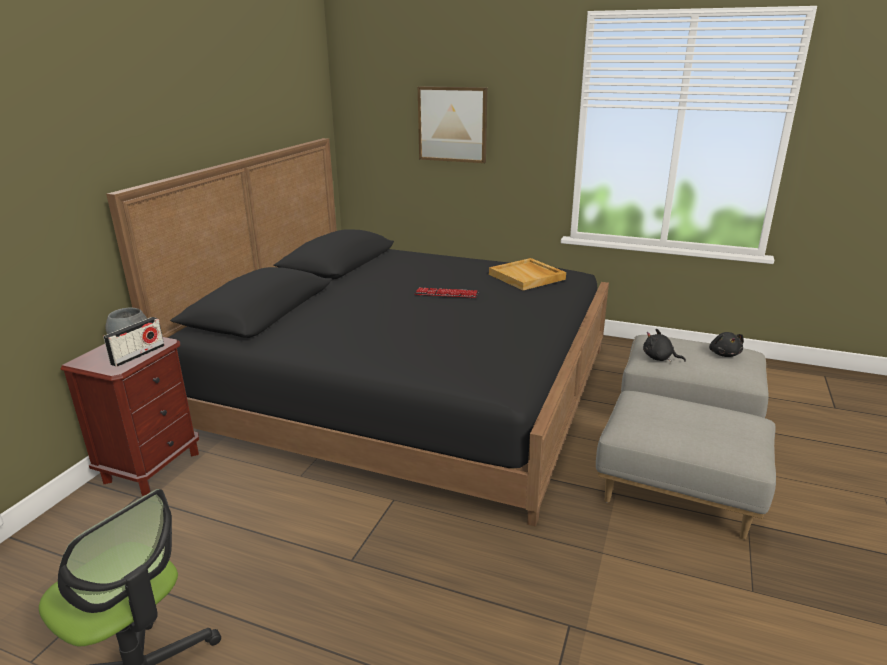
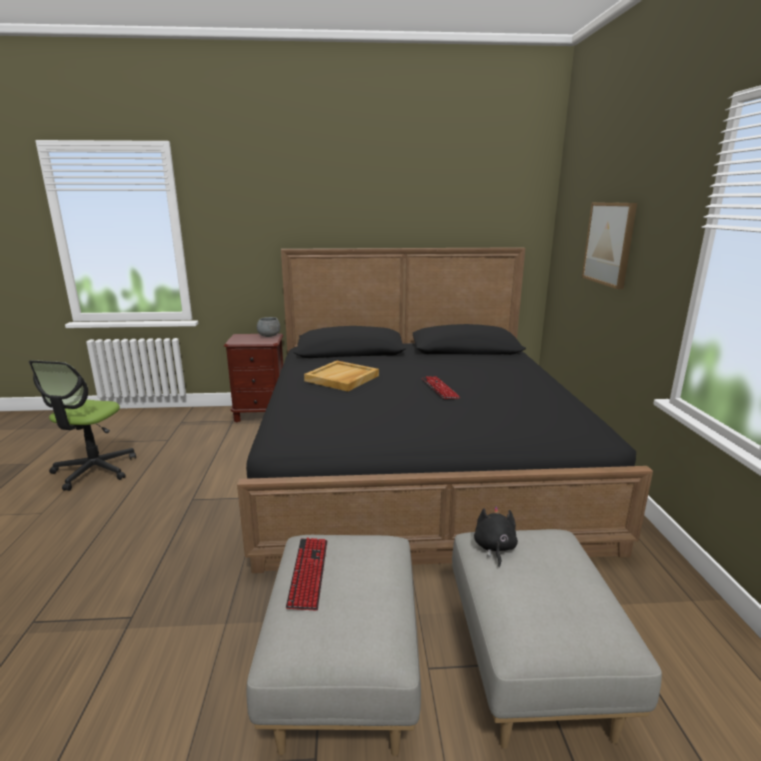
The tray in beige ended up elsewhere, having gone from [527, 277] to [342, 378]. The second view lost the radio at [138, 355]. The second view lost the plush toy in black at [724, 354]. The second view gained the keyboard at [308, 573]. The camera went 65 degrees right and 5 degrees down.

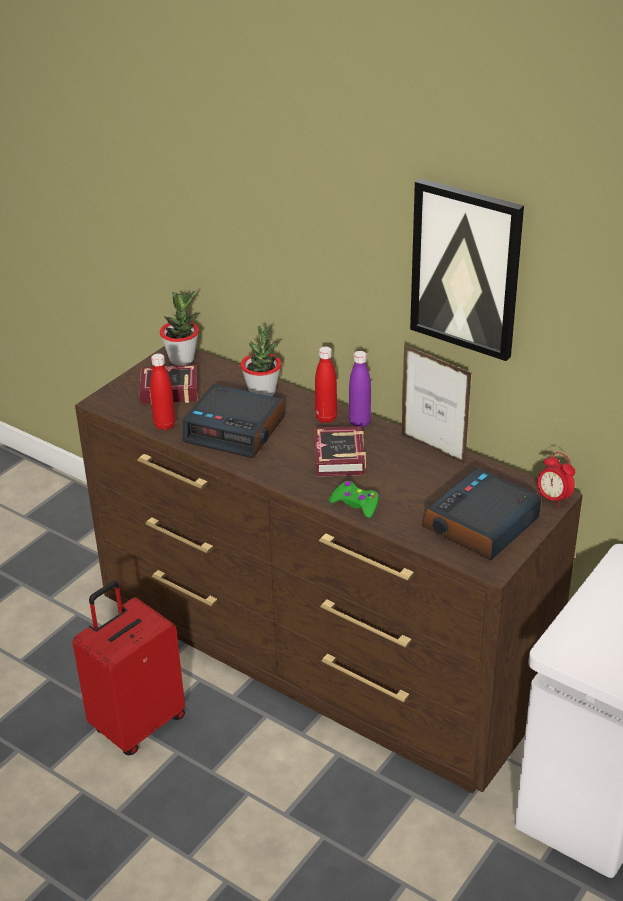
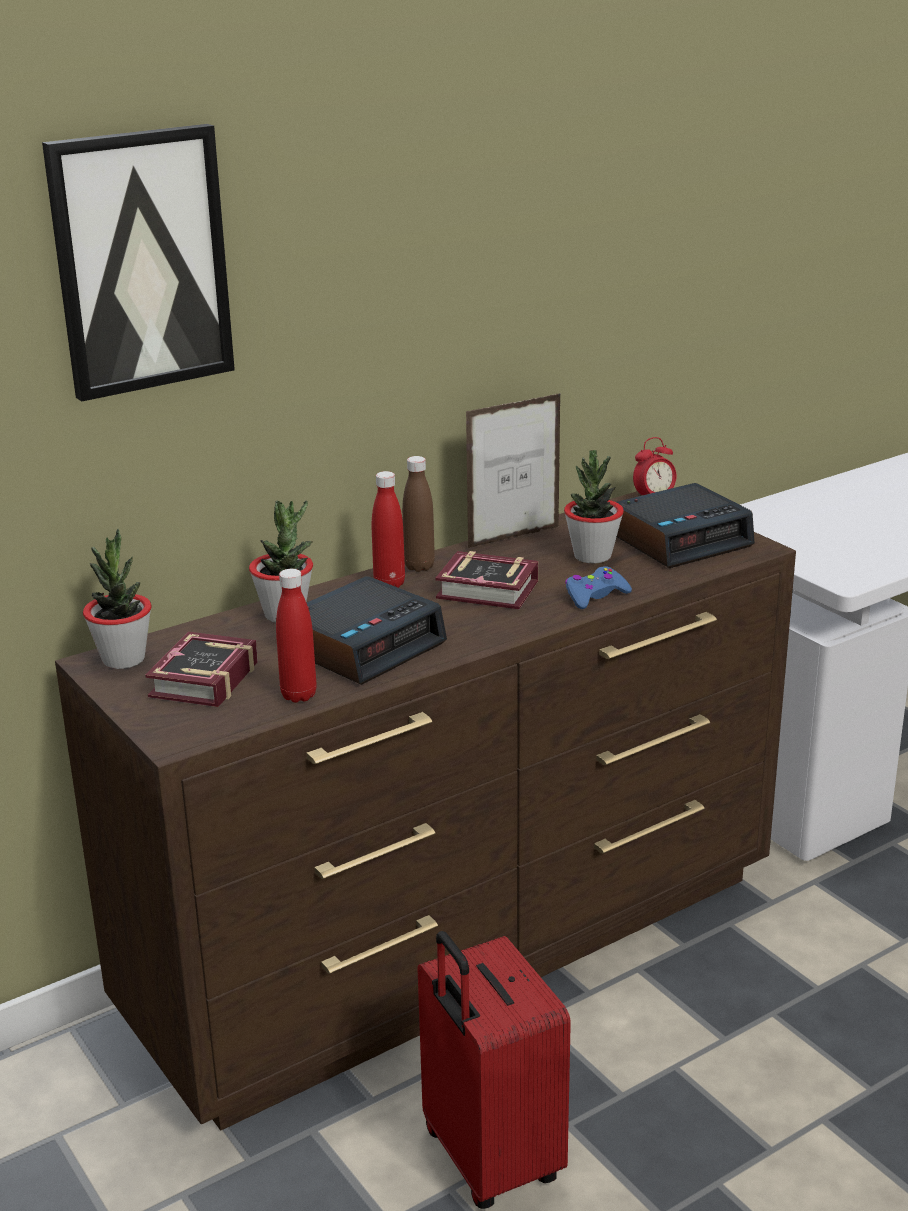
The picture ended up elsewhere, having gone from [466, 269] to [140, 261]. What was the bottle in purple at [359, 422] turned into the bottle in brown at [419, 566]. The alarm clock at [481, 525] ended up facing another way, 90 degrees counterclockwise from before. What was the game controller in green at [355, 504] turned into the game controller in blue at [595, 596]. The second view gained the potted plant at [592, 556]. The camera went 70 degrees left and 10 degrees down.

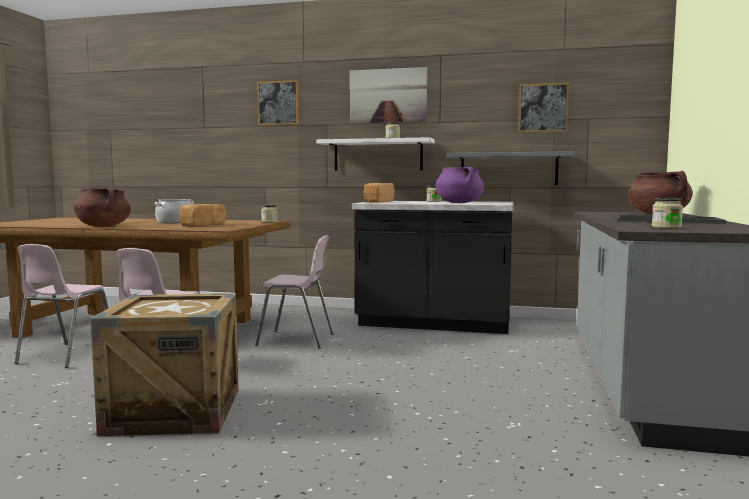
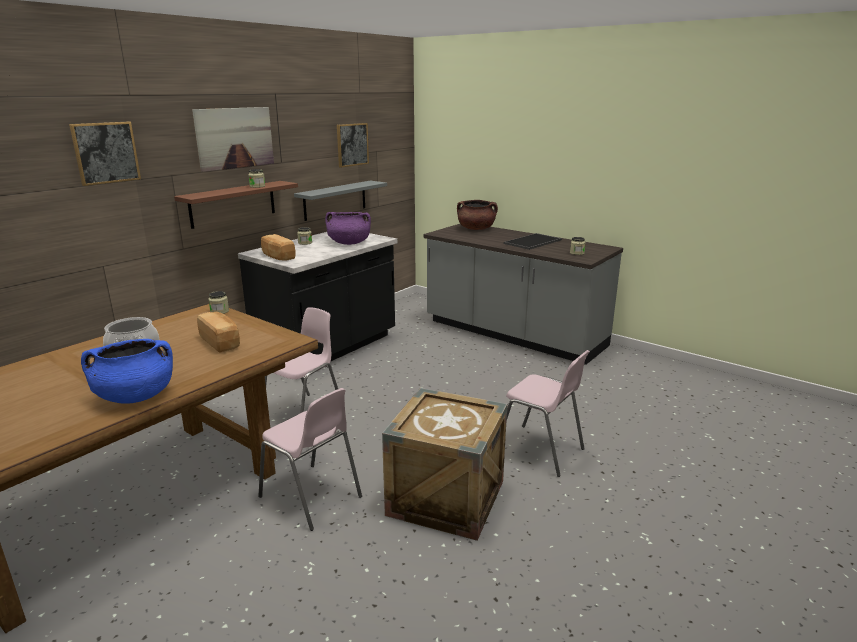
What was the shelf in white at [378, 155] turned into the shelf in brown at [233, 204]. What was the cooking pot in brown at [103, 226] turned into the cooking pot in blue at [135, 396]. The chair in pink ended up elsewhere, having gone from [66, 355] to [540, 451]. The camera went 65 degrees left and 15 degrees up.

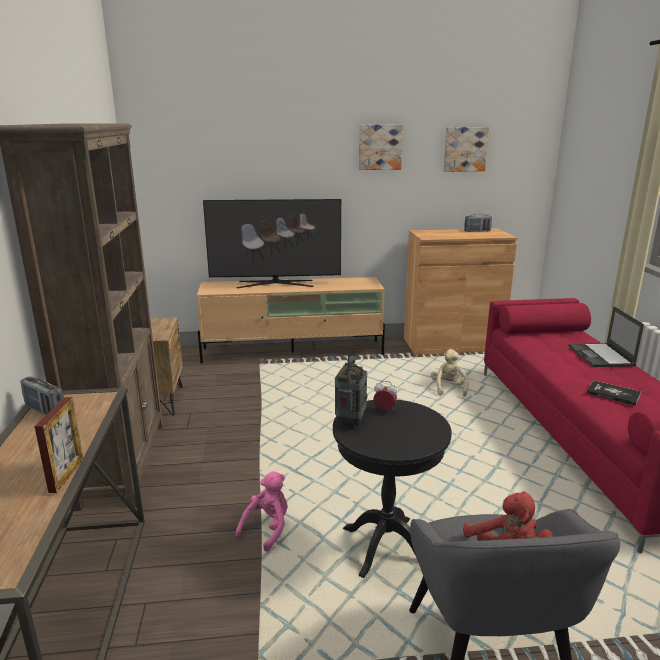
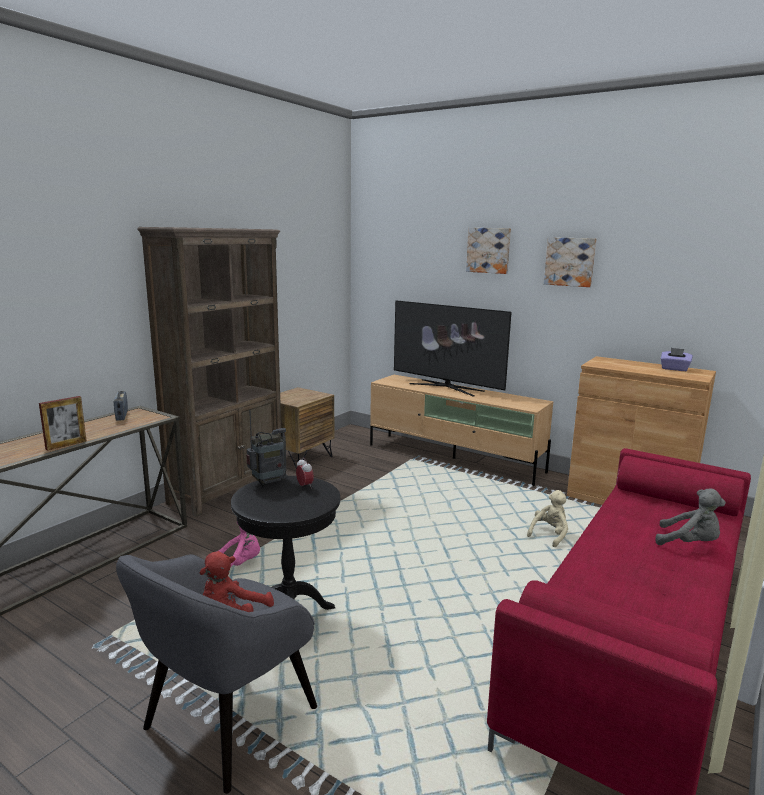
The picture ended up elsewhere, having gone from [465, 149] to [489, 250]. Where the radio stood at [477, 231], the tissue box in purple came to stand at [674, 369]. Where the laptop stood at [601, 356], the plush toy in grey came to stand at [689, 543]. The second view lost the book at [613, 394]. The camera went 40 degrees right and 5 degrees down.

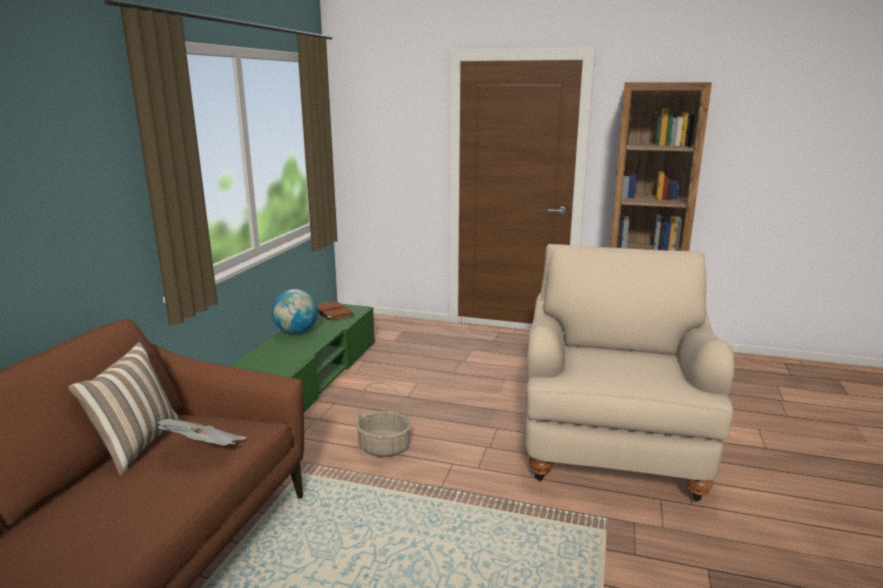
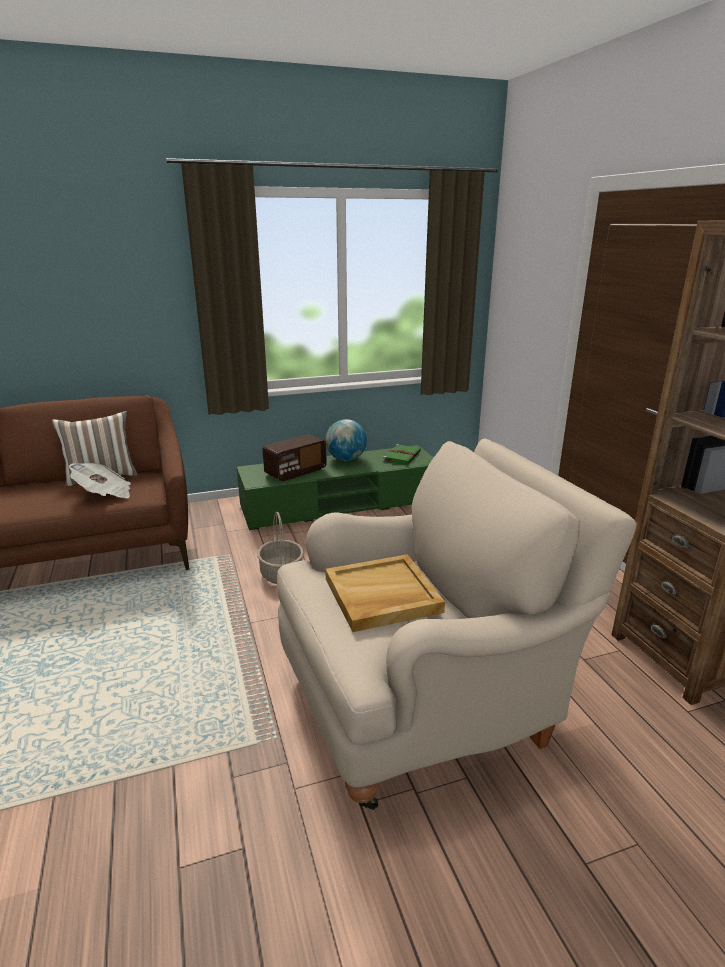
What was the book in brown at [333, 313] turned into the book in green at [402, 456]. The second view gained the radio at [295, 472]. The second view gained the tray in beige at [381, 596]. The camera went 55 degrees right and 5 degrees up.

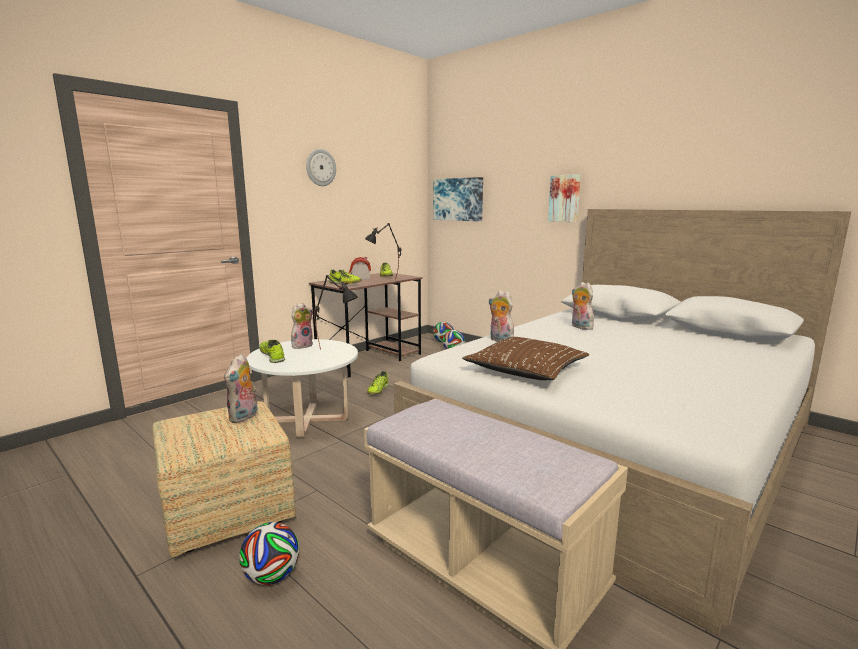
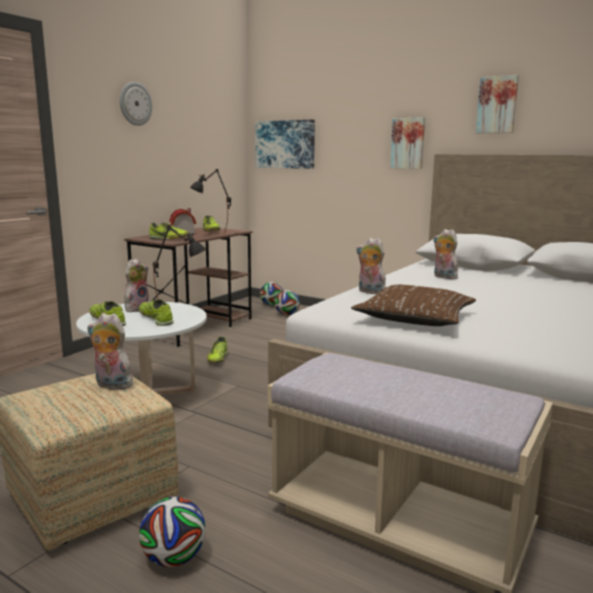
The plush toy at [244, 417] ended up facing another way, 105 degrees clockwise from before. The second view gained the picture at [497, 105]. The second view gained the shoe at [156, 319]. The camera went 10 degrees left and 0 degrees up.

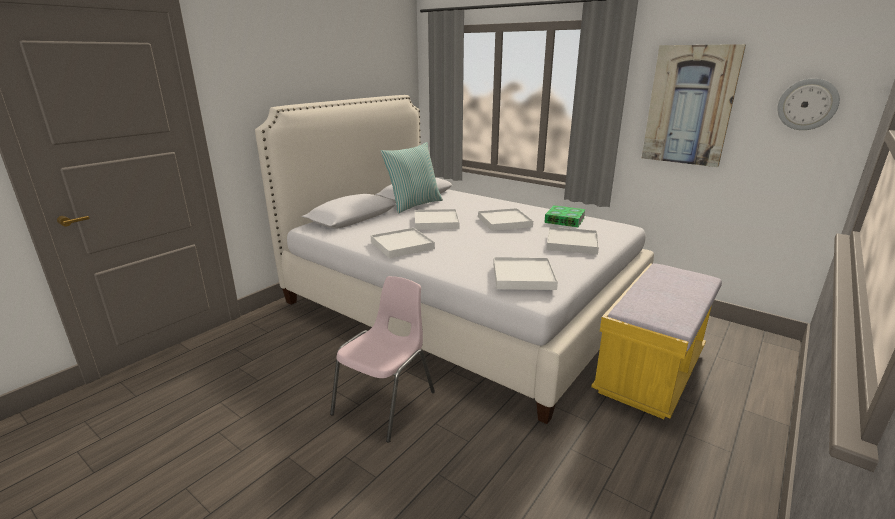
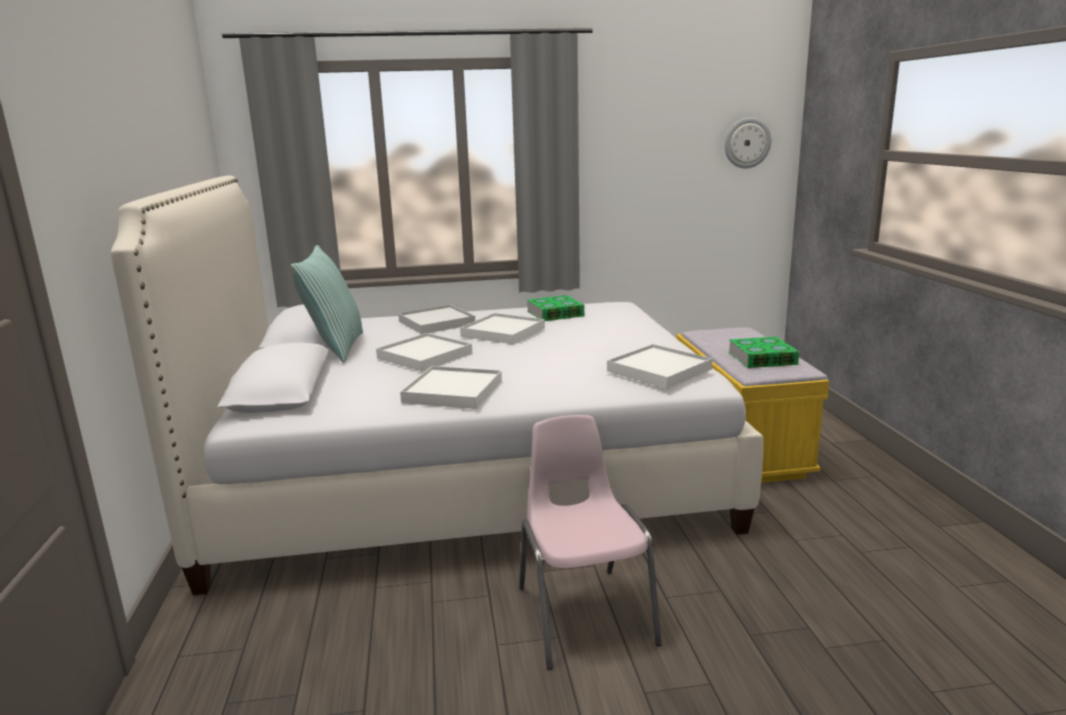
The second view lost the picture at [689, 106]. The tray in white ended up elsewhere, having gone from [572, 243] to [437, 323]. The second view gained the book at [762, 358]. The camera went 45 degrees left and 5 degrees down.

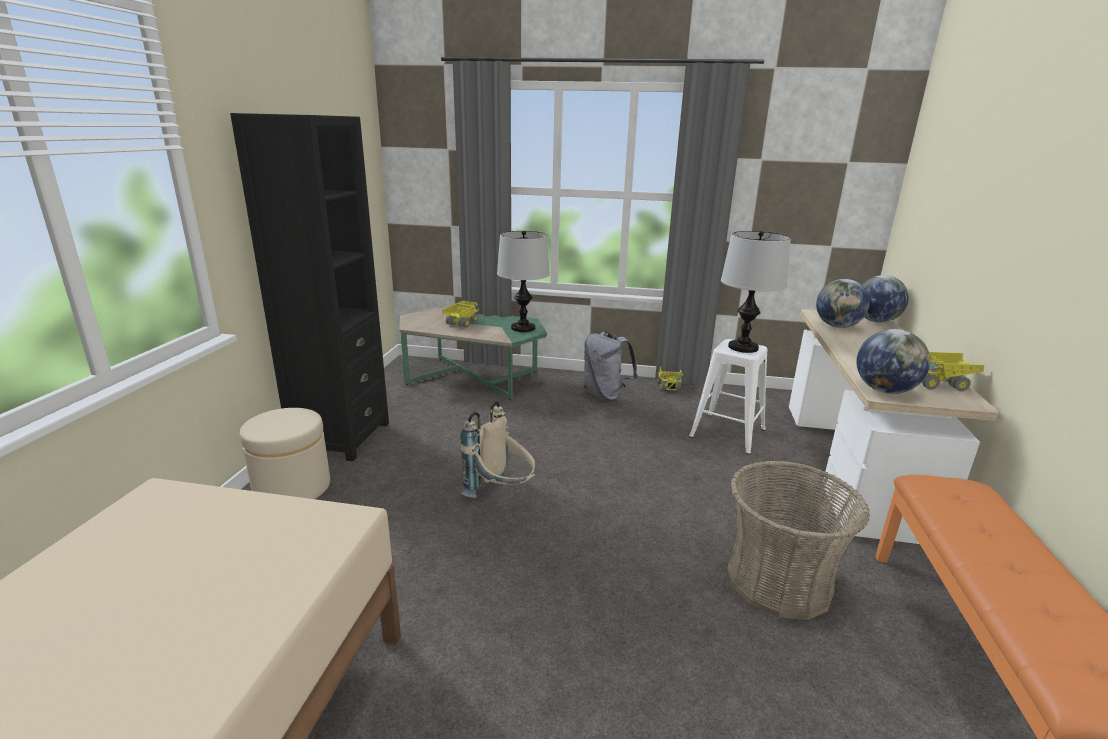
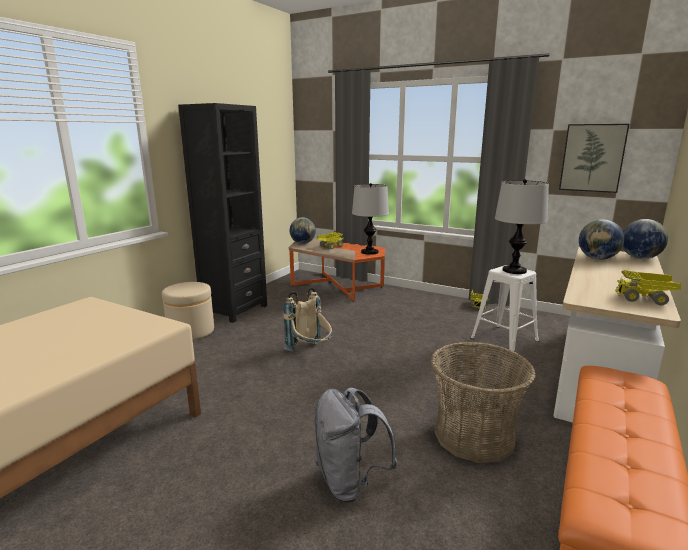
What was the coffee table in green at [472, 378] turned into the coffee table in orange at [336, 286]. The globe ended up elsewhere, having gone from [884, 390] to [303, 243]. The backpack in grey ended up elsewhere, having gone from [605, 395] to [350, 482]. The second view gained the picture at [592, 158]. The camera went 20 degrees right and 5 degrees down.

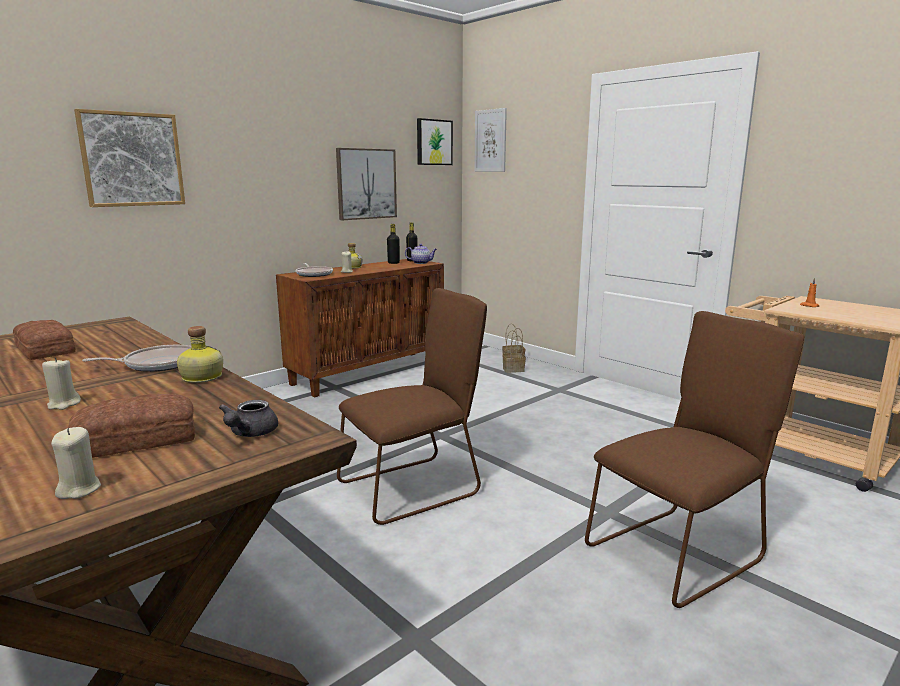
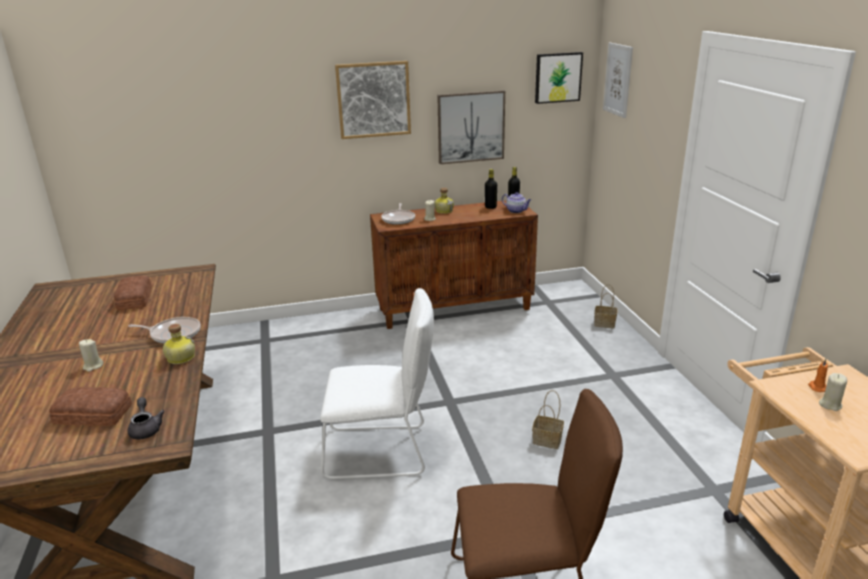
The picture ended up elsewhere, having gone from [132, 159] to [373, 99]. What was the chair in brown at [414, 487] turned into the chair in white at [381, 451]. The basket ended up elsewhere, having gone from [514, 369] to [548, 440]. The teapot in grey at [249, 433] ended up facing another way, 120 degrees clockwise from before. The candle in beige ended up elsewhere, having gone from [79, 490] to [830, 404]. The camera went 30 degrees right and 10 degrees up.

